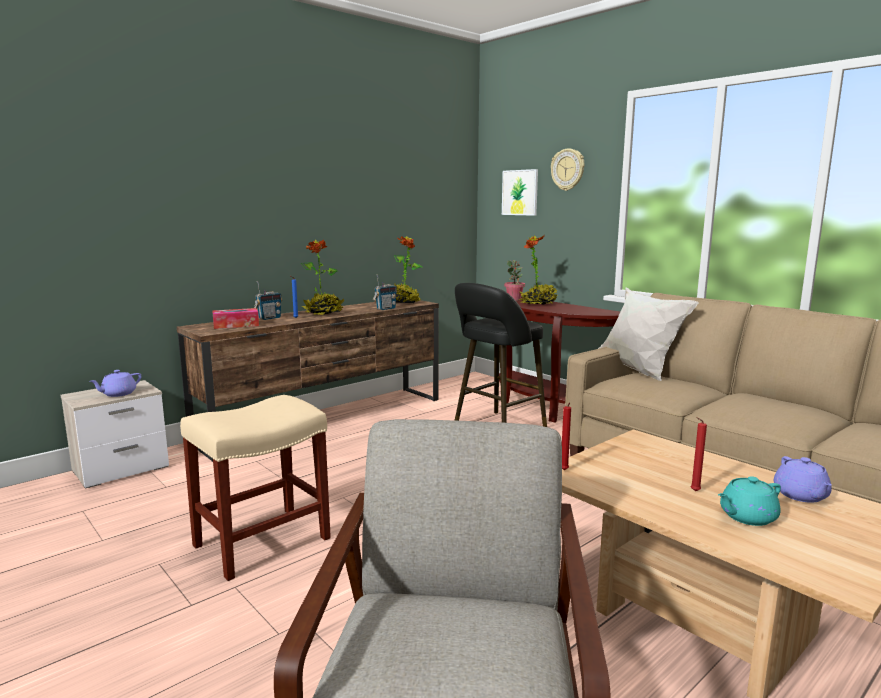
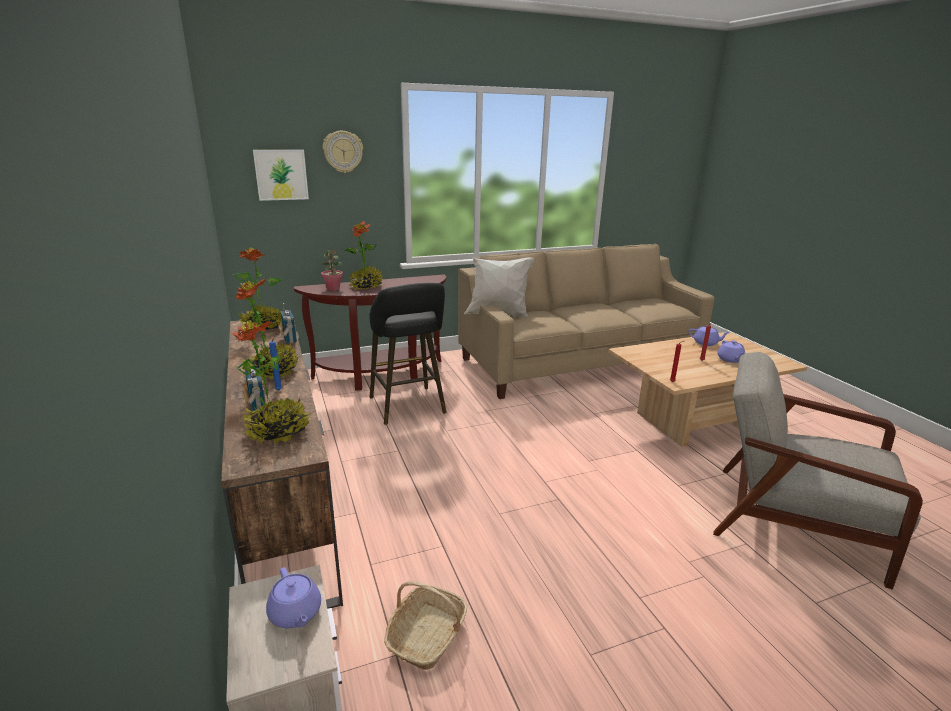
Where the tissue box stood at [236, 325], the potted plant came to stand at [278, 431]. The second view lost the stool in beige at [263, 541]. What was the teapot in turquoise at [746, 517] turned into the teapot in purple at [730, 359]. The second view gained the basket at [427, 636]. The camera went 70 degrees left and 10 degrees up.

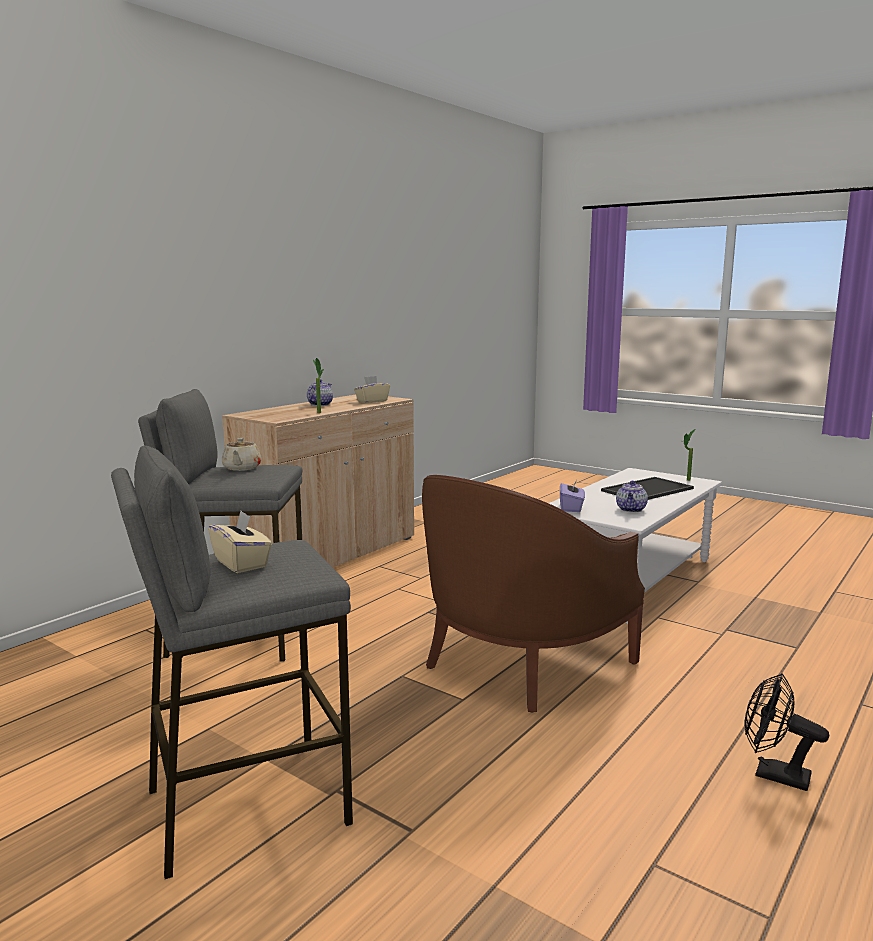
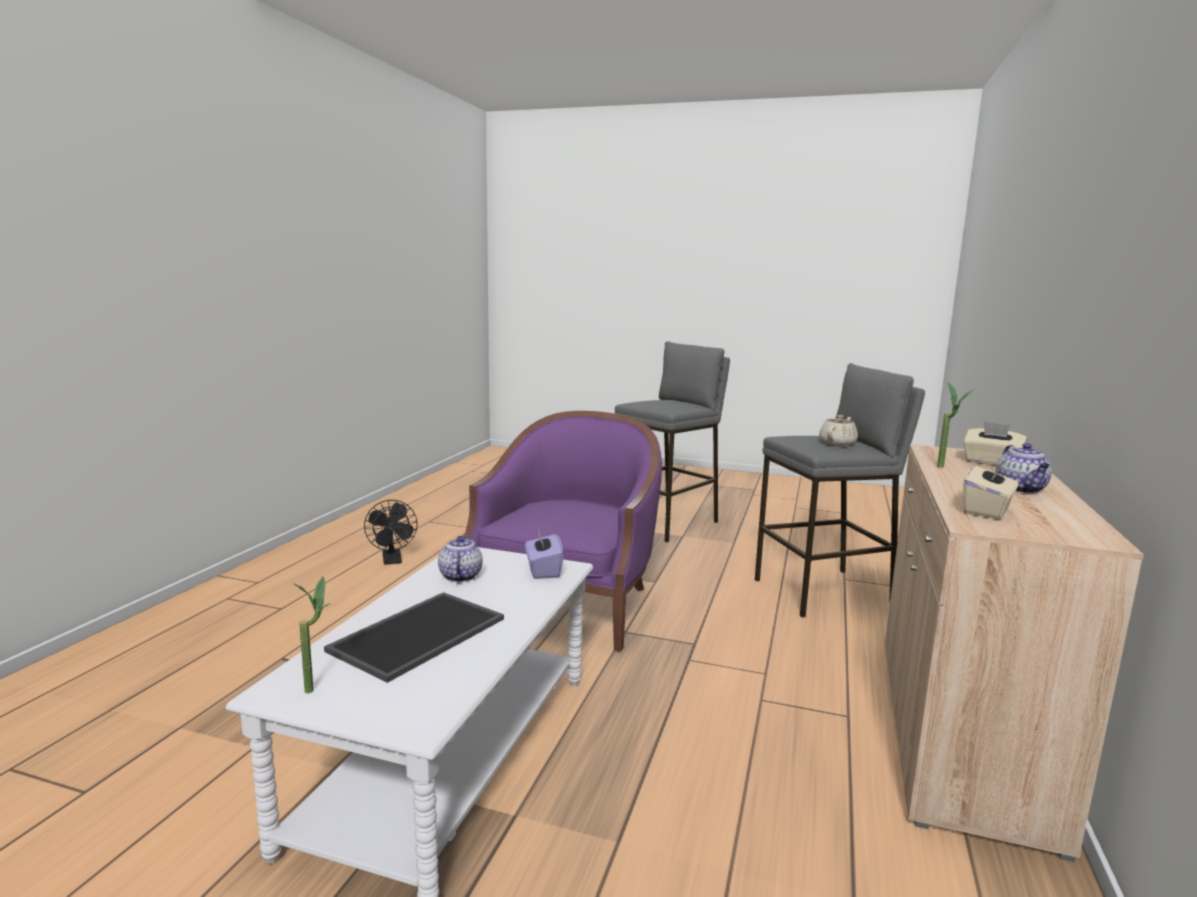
The teapot in beige at [241, 468] ended up facing another way, 60 degrees clockwise from before. What was the armchair in brown at [521, 661] turned into the armchair in purple at [568, 605]. The tissue box in beige ended up elsewhere, having gone from [241, 563] to [991, 462]. The fan in black at [773, 774] ended up facing another way, 60 degrees clockwise from before. The camera went 160 degrees right and 0 degrees up.

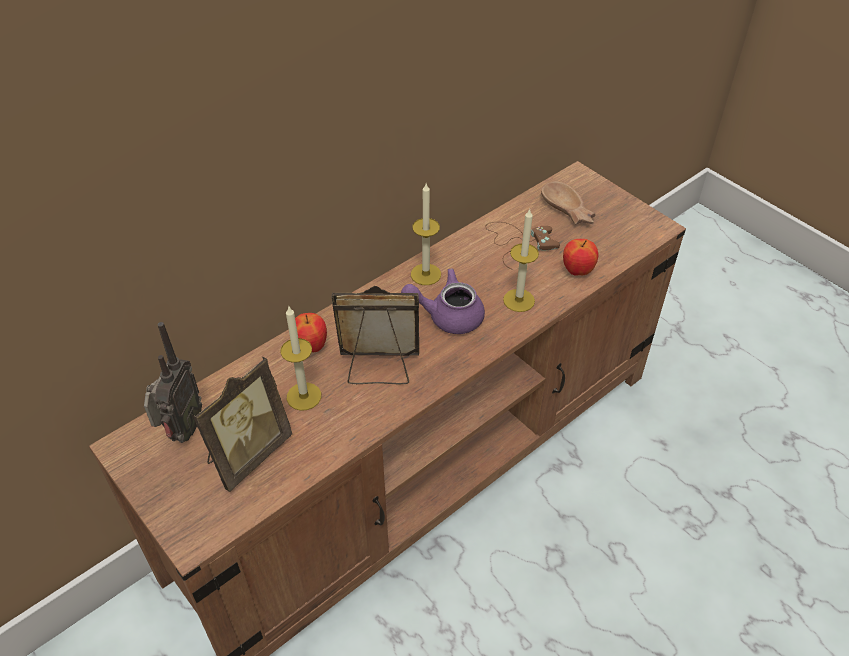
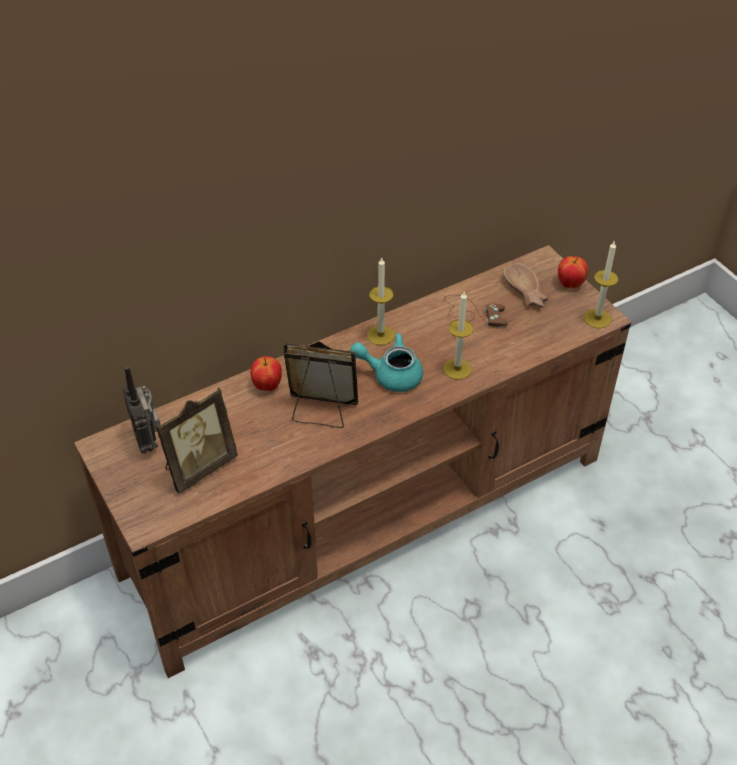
The apple ended up elsewhere, having gone from [577, 271] to [570, 284]. What was the teapot in purple at [447, 316] turned into the teapot in turquoise at [391, 374]. The candle ended up elsewhere, having gone from [304, 396] to [597, 318]. The radio at [181, 431] ended up facing another way, 135 degrees clockwise from before. The camera went 10 degrees right and 0 degrees up.

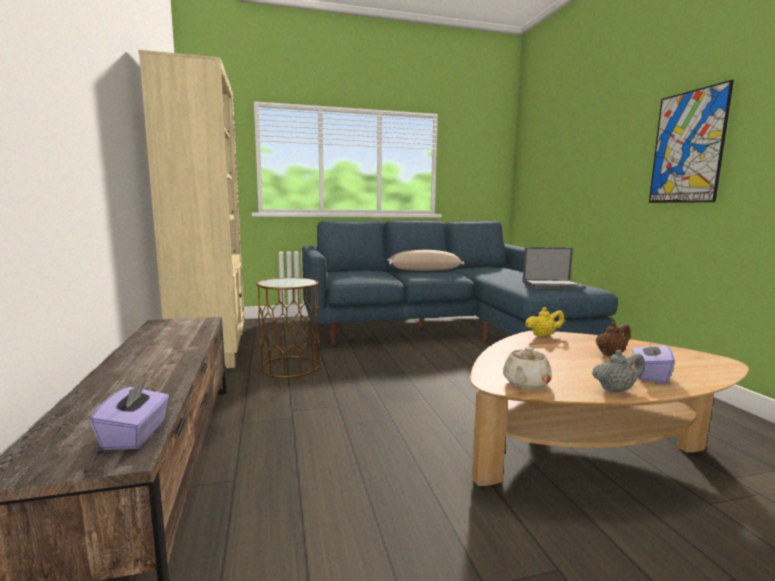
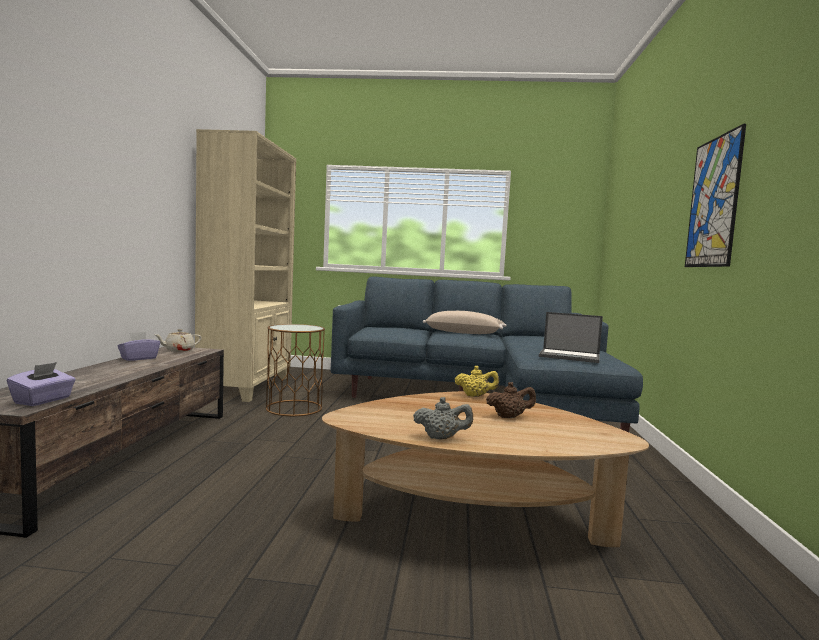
The tissue box in purple ended up elsewhere, having gone from [649, 375] to [138, 358]. The teapot in beige ended up elsewhere, having gone from [525, 383] to [178, 350]. The camera went 20 degrees right and 5 degrees down.

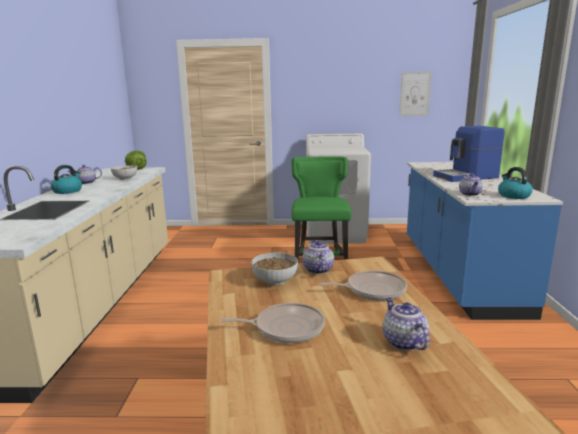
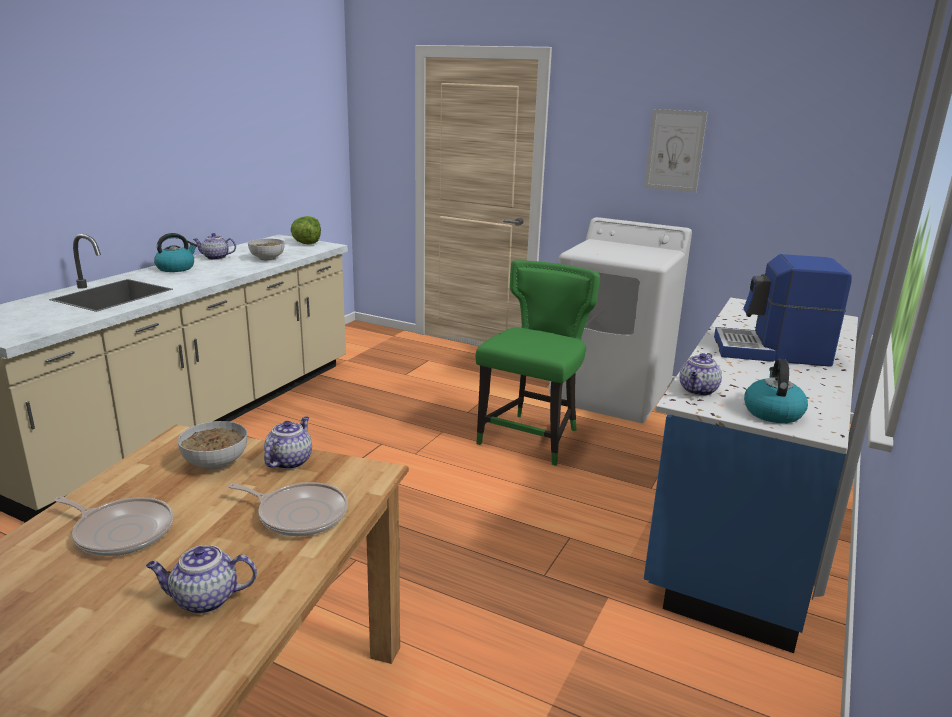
The picture ended up elsewhere, having gone from [415, 94] to [675, 150]. The teapot at [403, 341] ended up facing another way, 105 degrees counterclockwise from before. The camera went 25 degrees right and 5 degrees up.

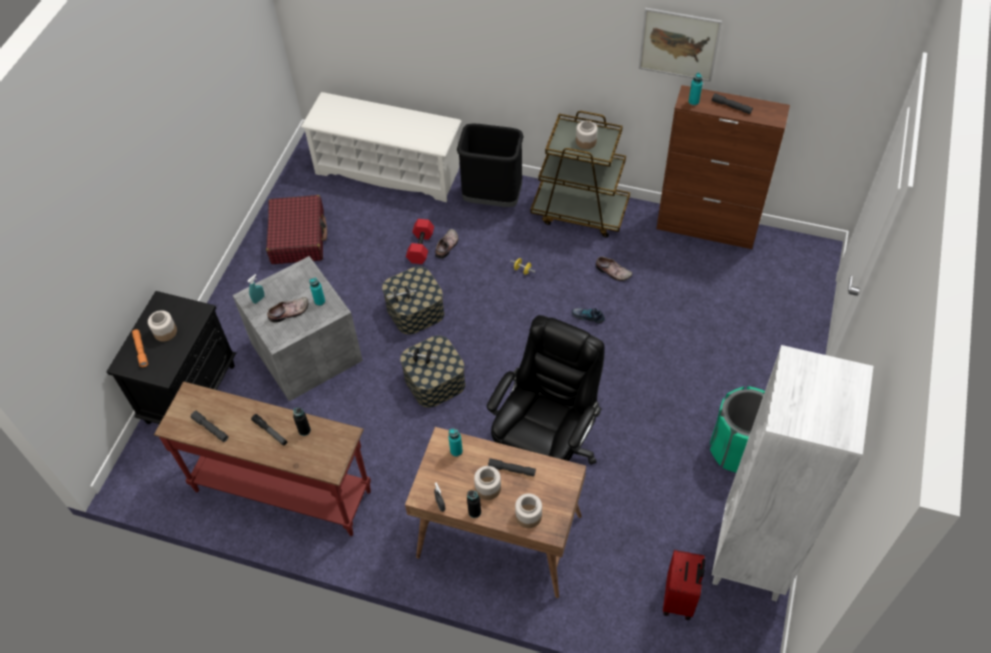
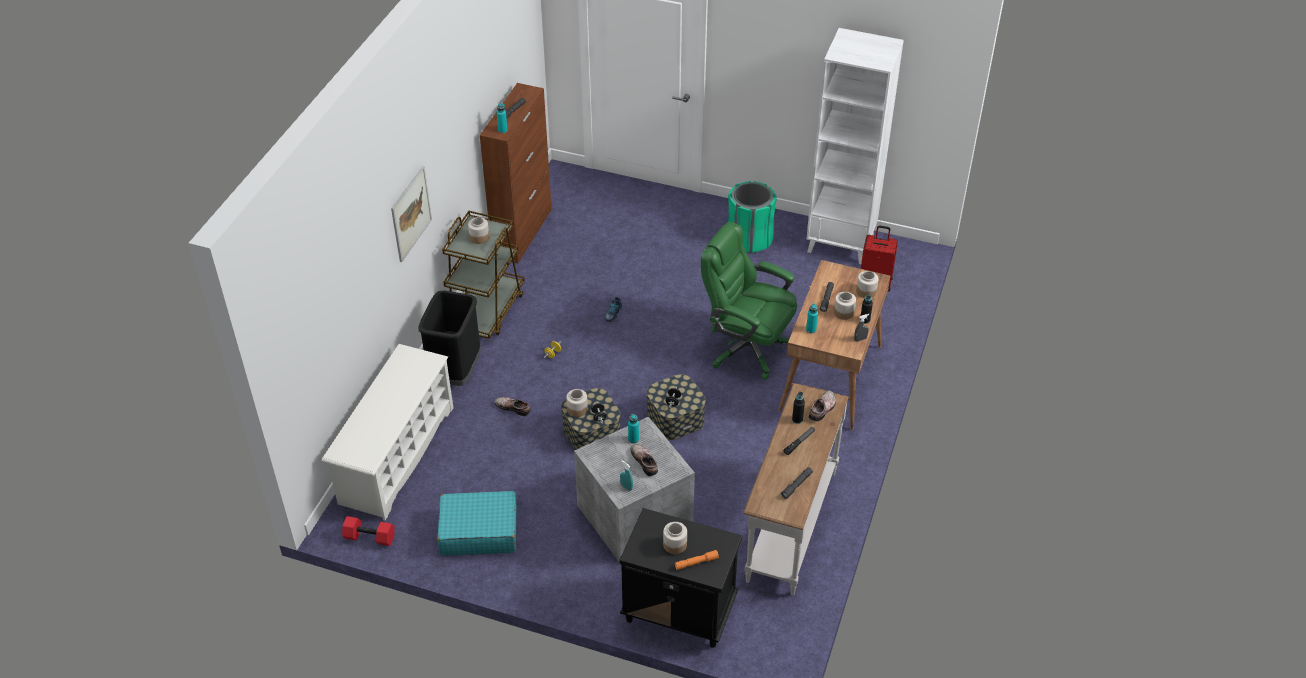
The picture ended up elsewhere, having gone from [679, 44] to [411, 213]. What was the suitcase in red at [298, 237] turned into the suitcase in turquoise at [478, 531]. The dumbbell in red ended up elsewhere, having gone from [420, 247] to [369, 538]. The shoe ended up elsewhere, having gone from [612, 272] to [823, 409]. What was the office chair in black at [545, 447] turned into the office chair in green at [747, 347]. What was the console table in red at [283, 489] turned into the console table in white at [790, 525]. The second view gained the jar at [577, 409]. The camera went 90 degrees left and 10 degrees down.

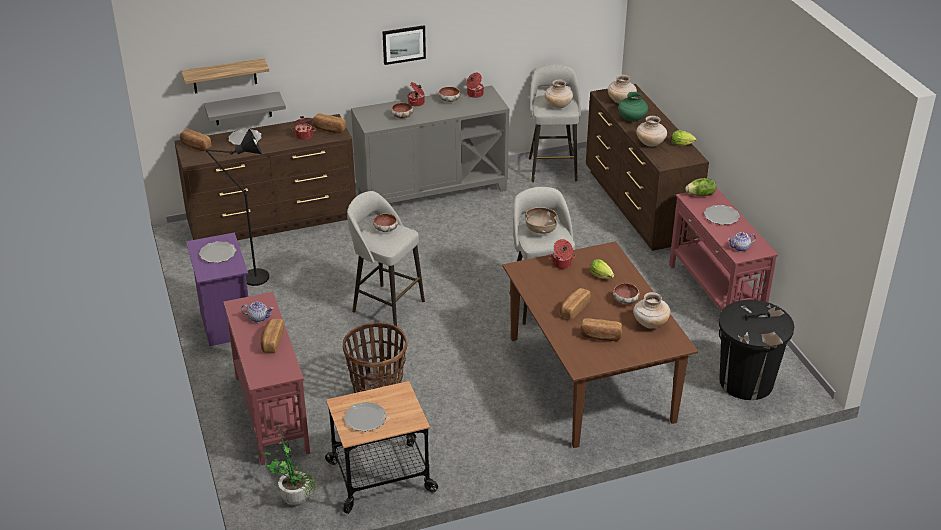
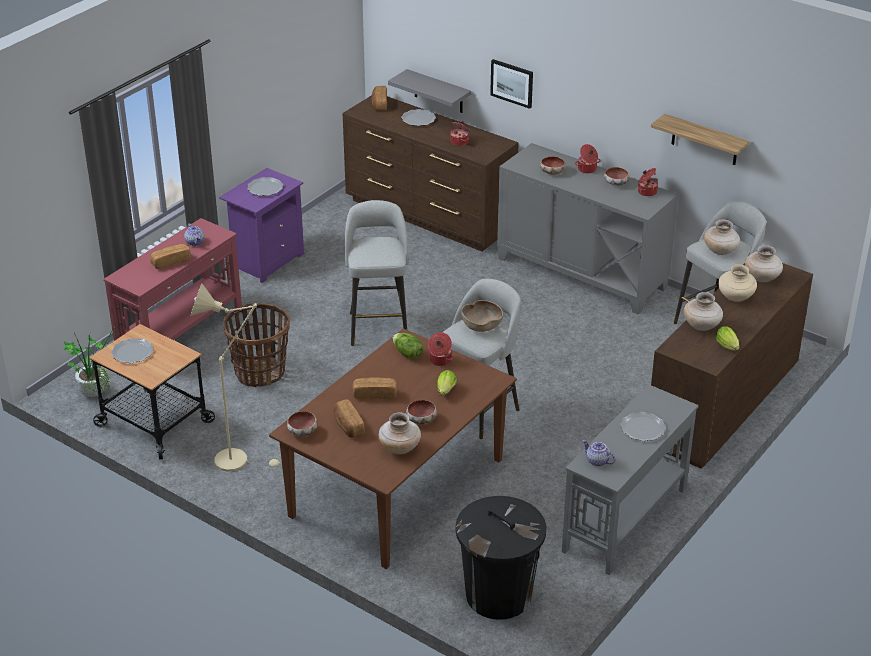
The picture ended up elsewhere, having gone from [404, 44] to [512, 83]. The shelf ended up elsewhere, having gone from [224, 76] to [704, 140]. What was the vase in green at [632, 119] turned into the vase in beige at [735, 297]. The second view lost the bread at [329, 129]. The second view lost the floor lamp in black at [250, 279]. The lettuce ended up elsewhere, having gone from [701, 195] to [407, 354]. What was the console table in red at [715, 295] turned into the console table in grey at [624, 519]. The bowl ended up elsewhere, having gone from [386, 229] to [303, 432]. The second view gained the floor lamp in beige at [238, 460]. The camera went 55 degrees right and 0 degrees up.

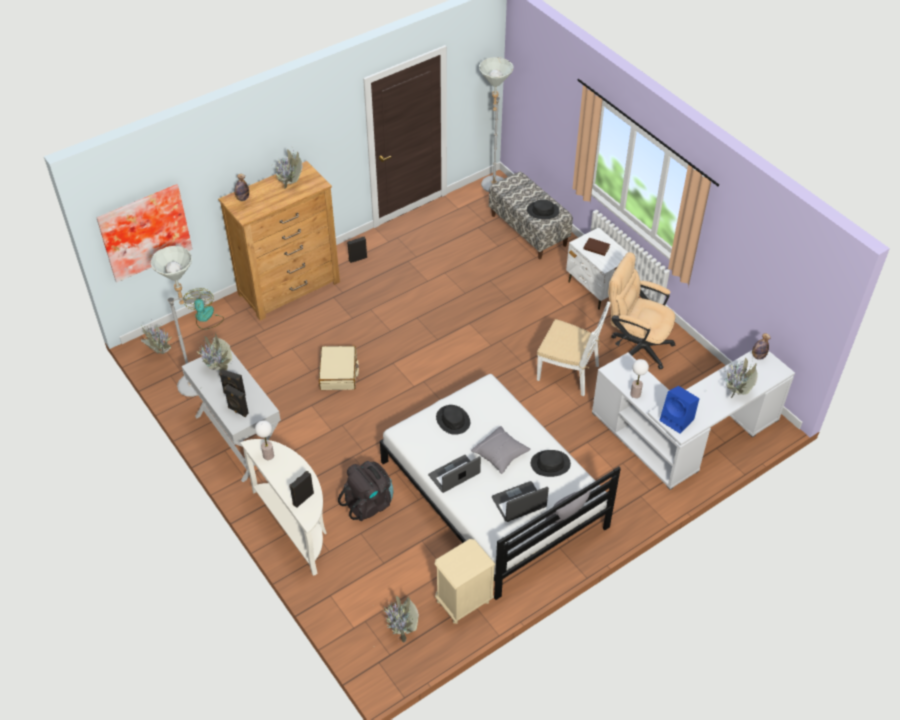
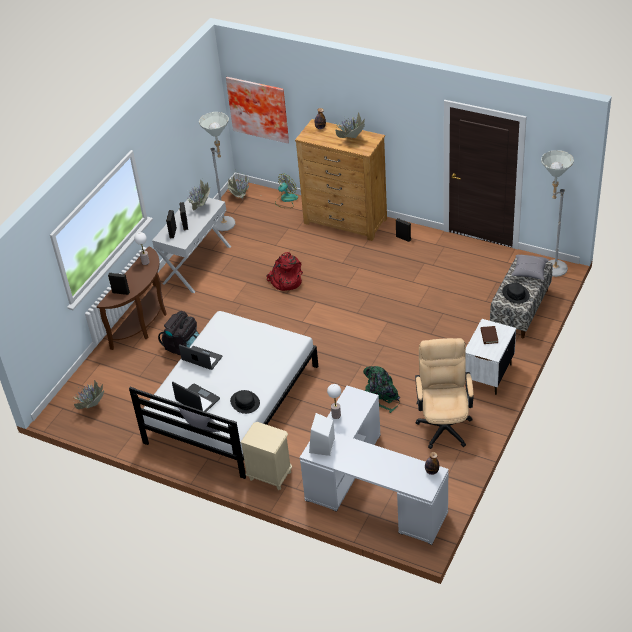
Where the chair in white stood at [568, 372], the backpack in green came to stand at [381, 396]. Where the suitcase in beige stood at [339, 373], the backpack in red came to stand at [285, 281]. The second view lost the potted plant at [734, 393]. What was the speaker in blue at [677, 420] turned into the speaker in white at [322, 446]. The second view lost the hat in black at [453, 420]. The pillow in grey ended up elsewhere, having gone from [500, 454] to [529, 272]. What was the console table in white at [296, 525] turned into the console table in brown at [144, 323]. The nightstand in beige ended up elsewhere, having gone from [463, 601] to [270, 475]. The camera went 65 degrees right and 5 degrees down.

